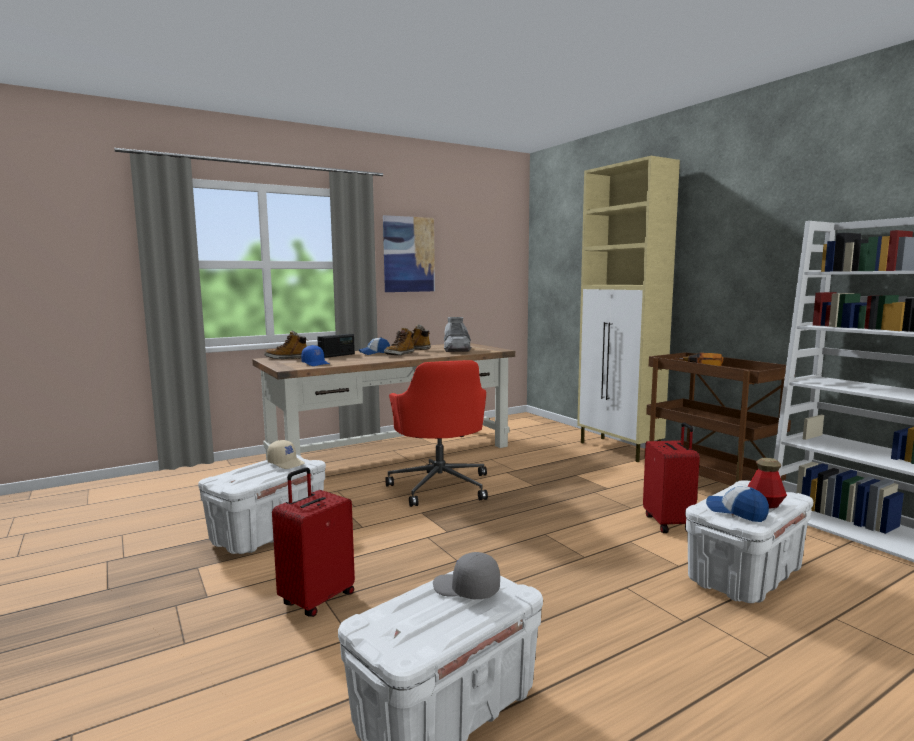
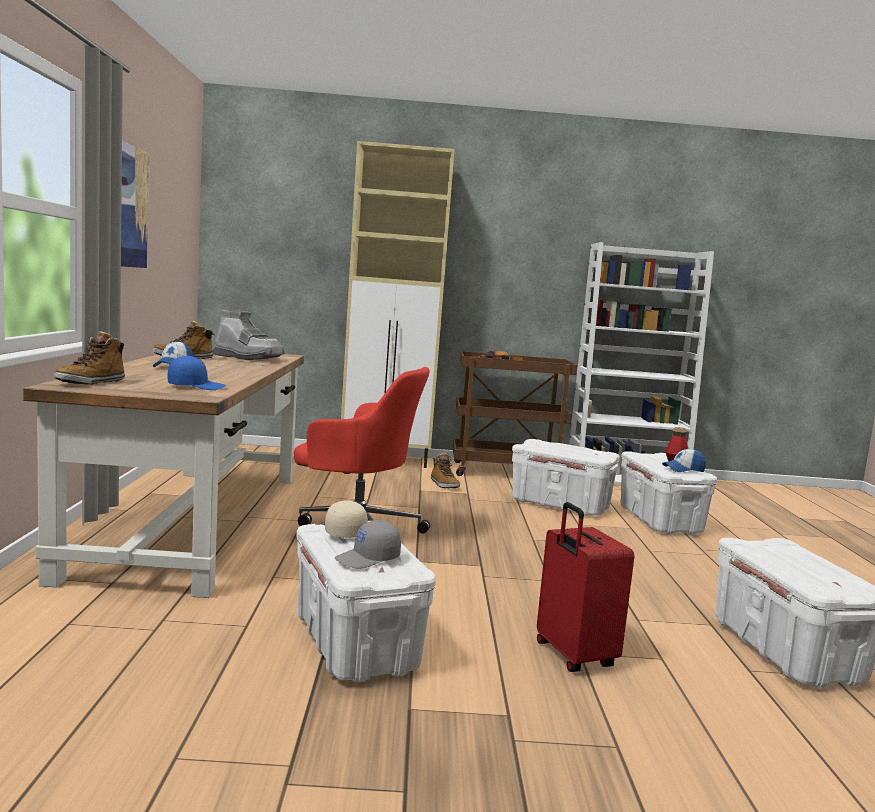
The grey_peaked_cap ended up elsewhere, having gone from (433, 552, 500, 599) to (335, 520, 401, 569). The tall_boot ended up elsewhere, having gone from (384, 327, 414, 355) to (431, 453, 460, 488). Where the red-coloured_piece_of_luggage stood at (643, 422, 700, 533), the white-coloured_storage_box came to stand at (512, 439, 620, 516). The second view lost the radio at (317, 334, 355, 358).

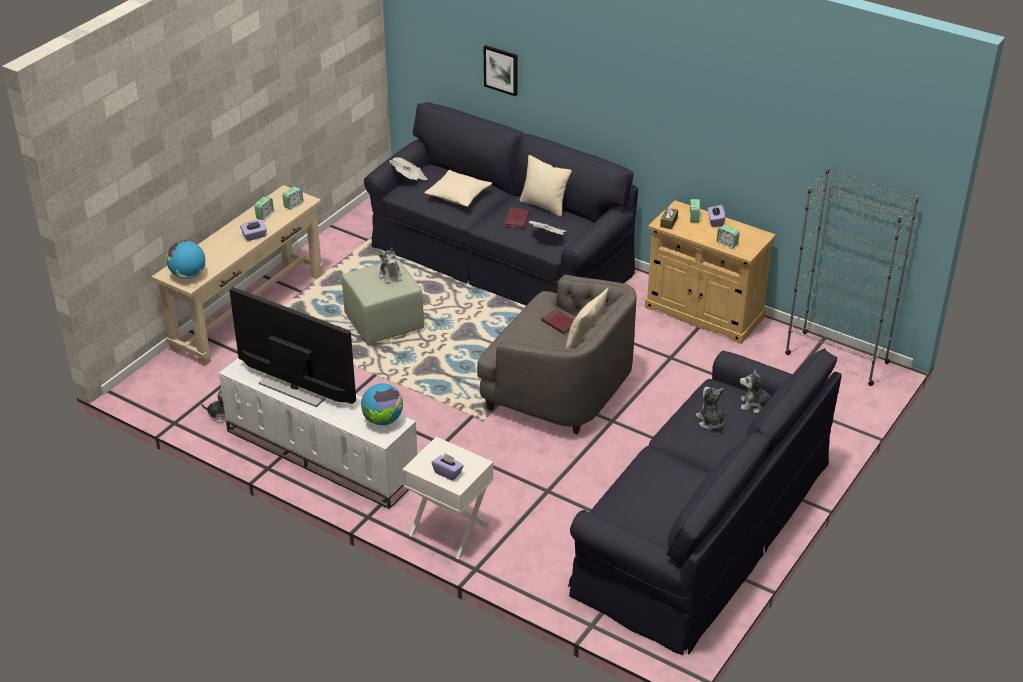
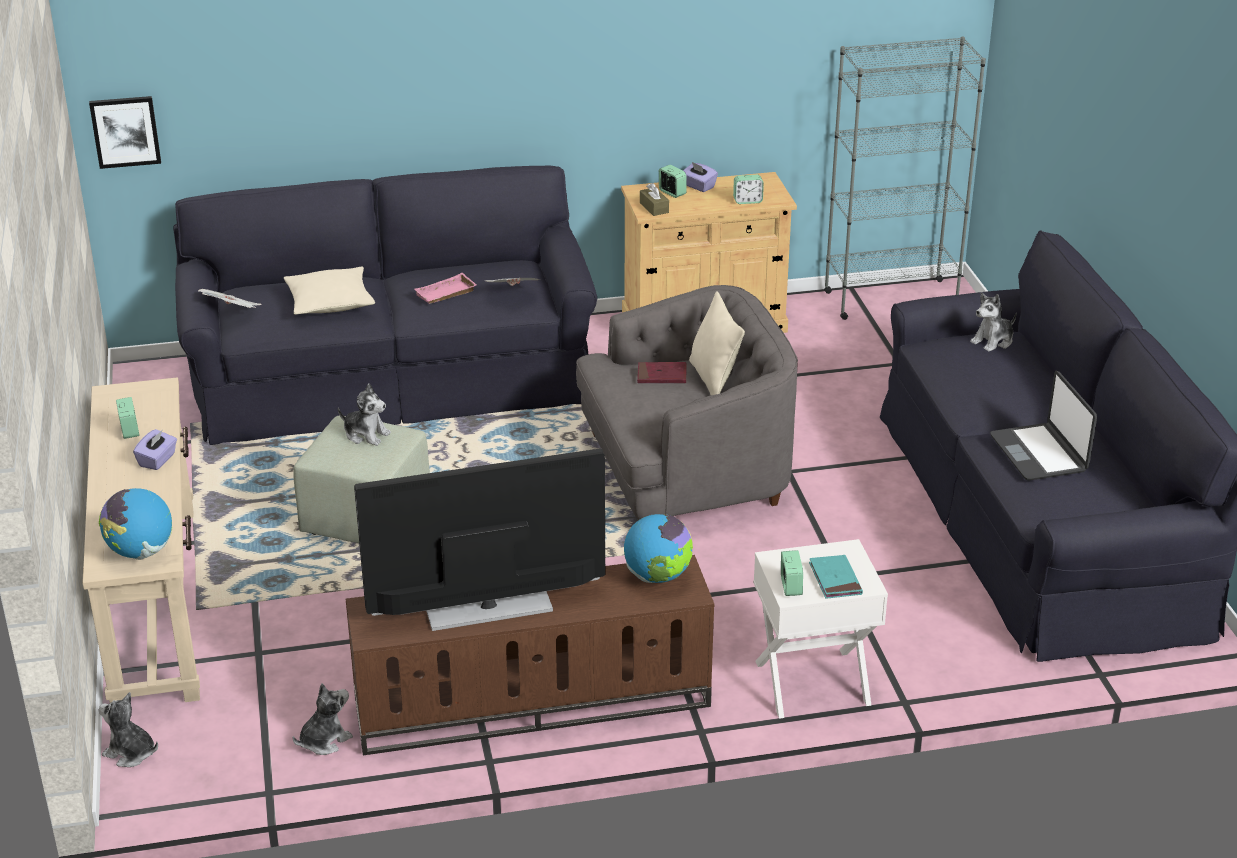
The wall_picture ended up elsewhere, having gone from (484, 45, 517, 96) to (89, 96, 161, 169). The plush_toy ended up elsewhere, having gone from (696, 387, 725, 430) to (99, 692, 158, 767). What was the white-coloured_media_console at (219, 358, 417, 509) turned into the brown_media_console at (346, 555, 715, 755). Where the red-coloured_bound_book stood at (504, 207, 529, 229), the pink-coloured_serving_tray came to stand at (415, 273, 477, 304). The table_clock ended up elsewhere, having gone from (282, 187, 303, 210) to (781, 550, 803, 596). Where the purple_tissue_holder stood at (432, 453, 464, 481), the turquoise_bound_book came to stand at (809, 555, 863, 599). The second view gained the laptop at (990, 371, 1097, 481). The second view lost the sand-coloured_throw_pillow at (519, 155, 572, 217).

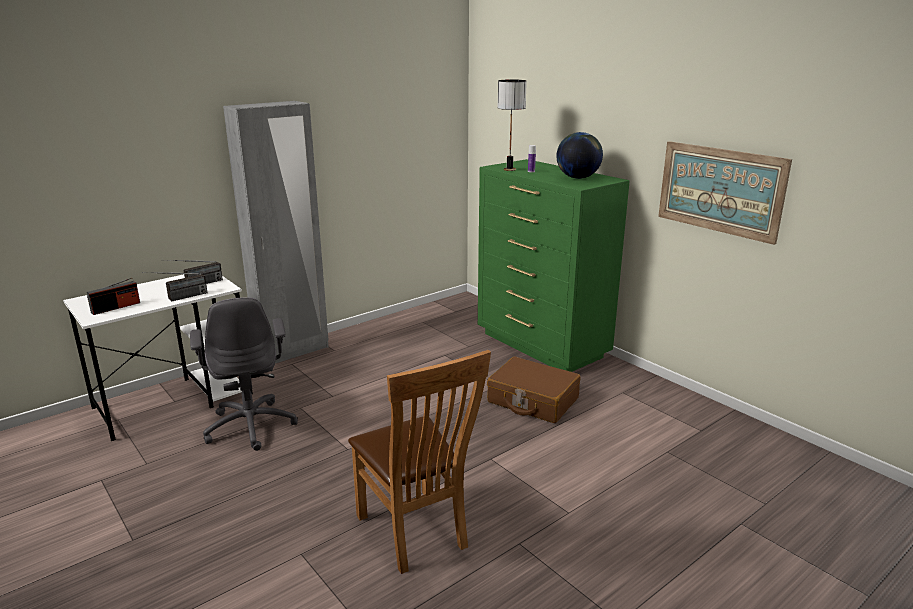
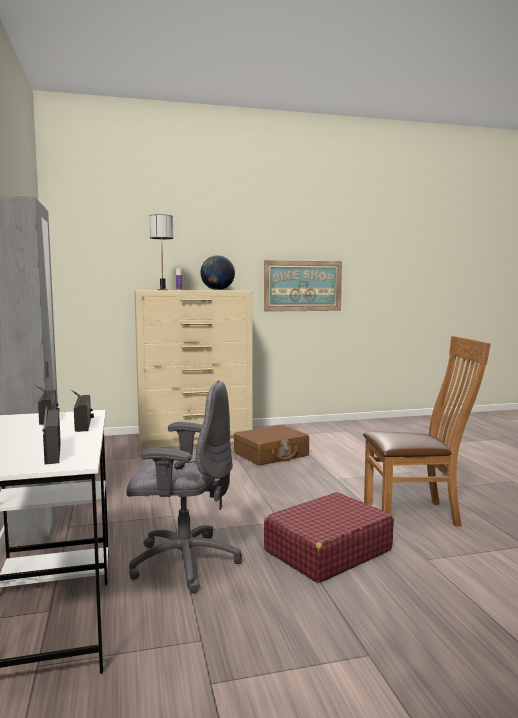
What was the greenish_drawer_chest at (478, 159, 630, 372) turned into the sand-coloured_drawer_chest at (134, 290, 253, 448). The second view gained the red-coloured_piece_of_luggage at (264, 492, 394, 583).

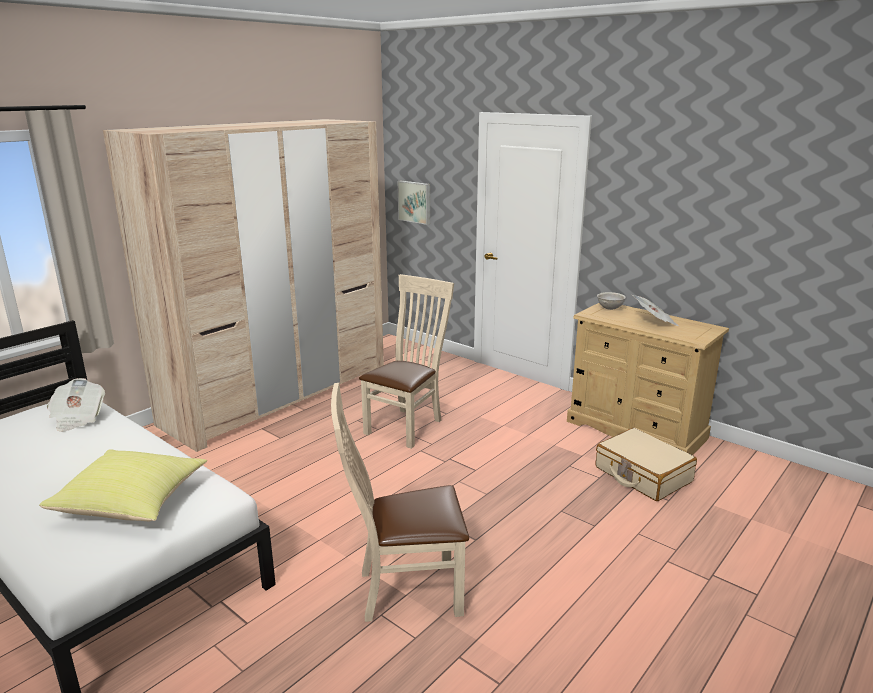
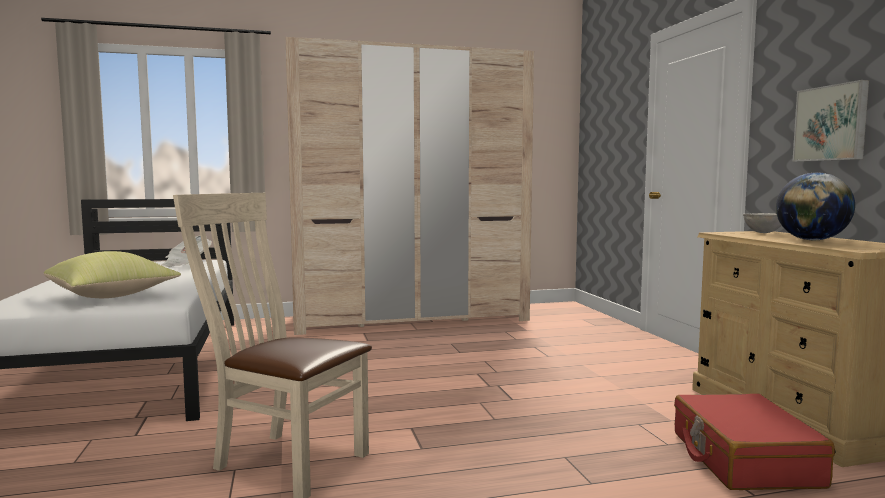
What was the sand-coloured_piece_of_luggage at (596, 428, 697, 501) turned into the red-coloured_piece_of_luggage at (674, 394, 835, 490). Where the newspaper stood at (632, 295, 679, 326), the desk_globe came to stand at (776, 172, 855, 240). The wall_picture ended up elsewhere, having gone from (398, 181, 430, 225) to (792, 80, 869, 162). The second view lost the sand-coloured_upright_chair at (359, 274, 454, 449).

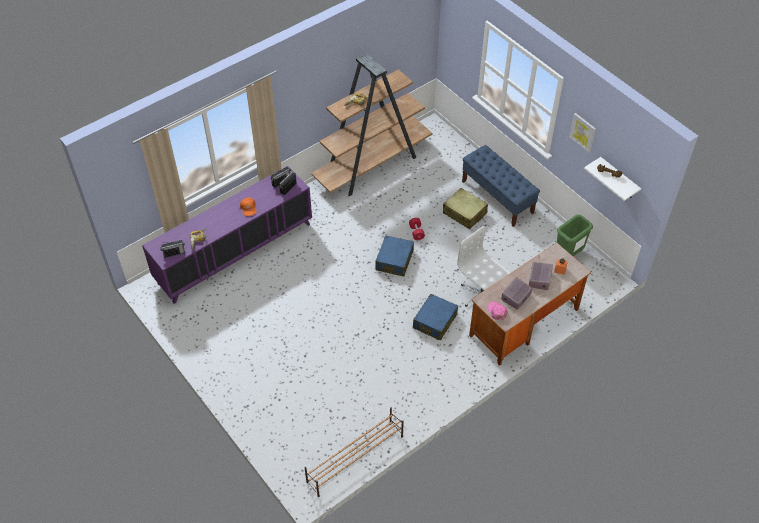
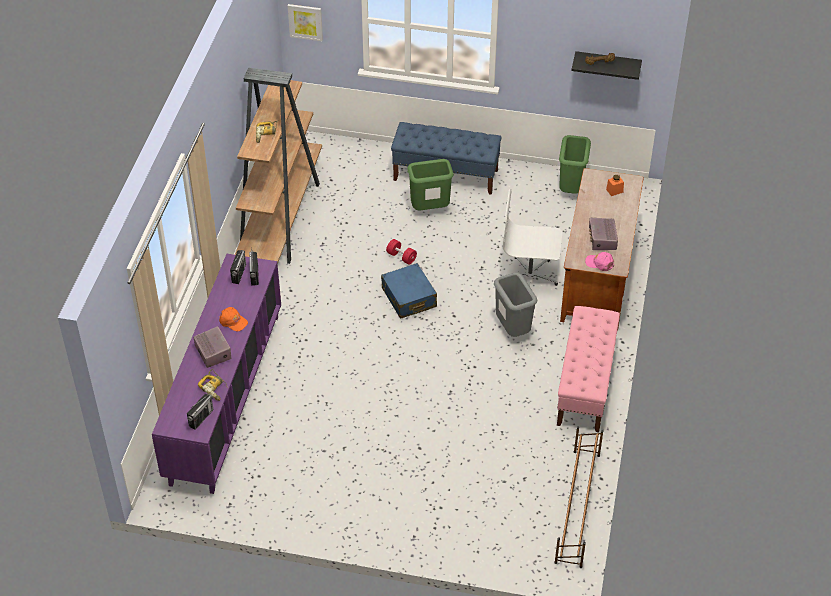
The radio ended up elsewhere, having gone from (529, 262, 553, 290) to (194, 326, 231, 368). The wall_picture ended up elsewhere, having gone from (569, 113, 596, 153) to (288, 4, 323, 41). Where the sand-coloured_piece_of_luggage stood at (443, 188, 488, 229), the greenish_waste_bin came to stand at (407, 159, 454, 210). Where the blue-coloured_piece_of_luggage stood at (413, 294, 458, 341), the grey_waste_bin came to stand at (494, 272, 537, 337). The second view gained the pink-coloured_long_seat at (557, 306, 620, 432). What was the white-coloured_shelf at (584, 157, 641, 201) turned into the black-coloured_shelf at (571, 51, 642, 80).

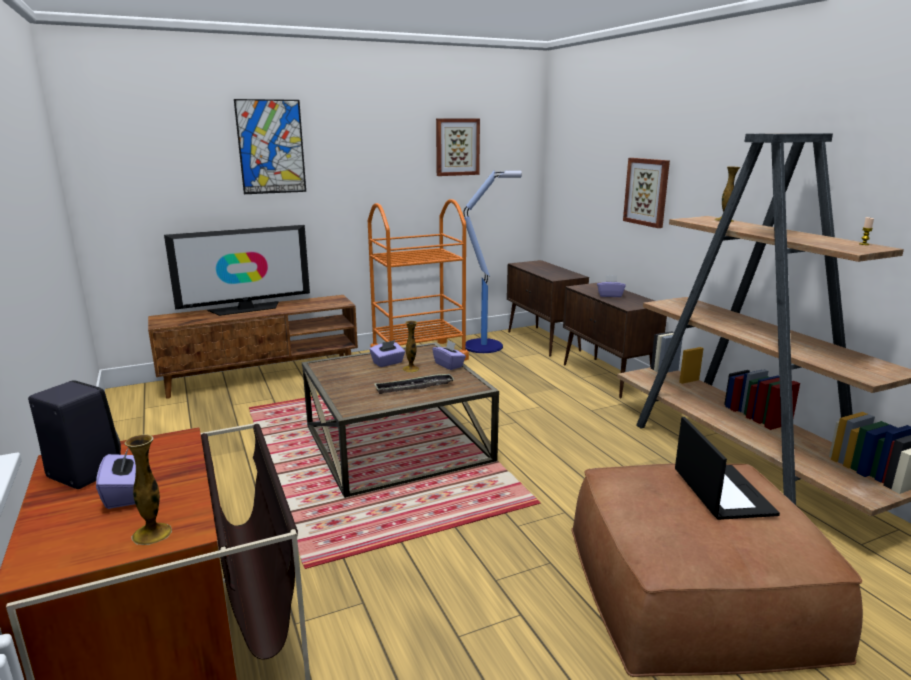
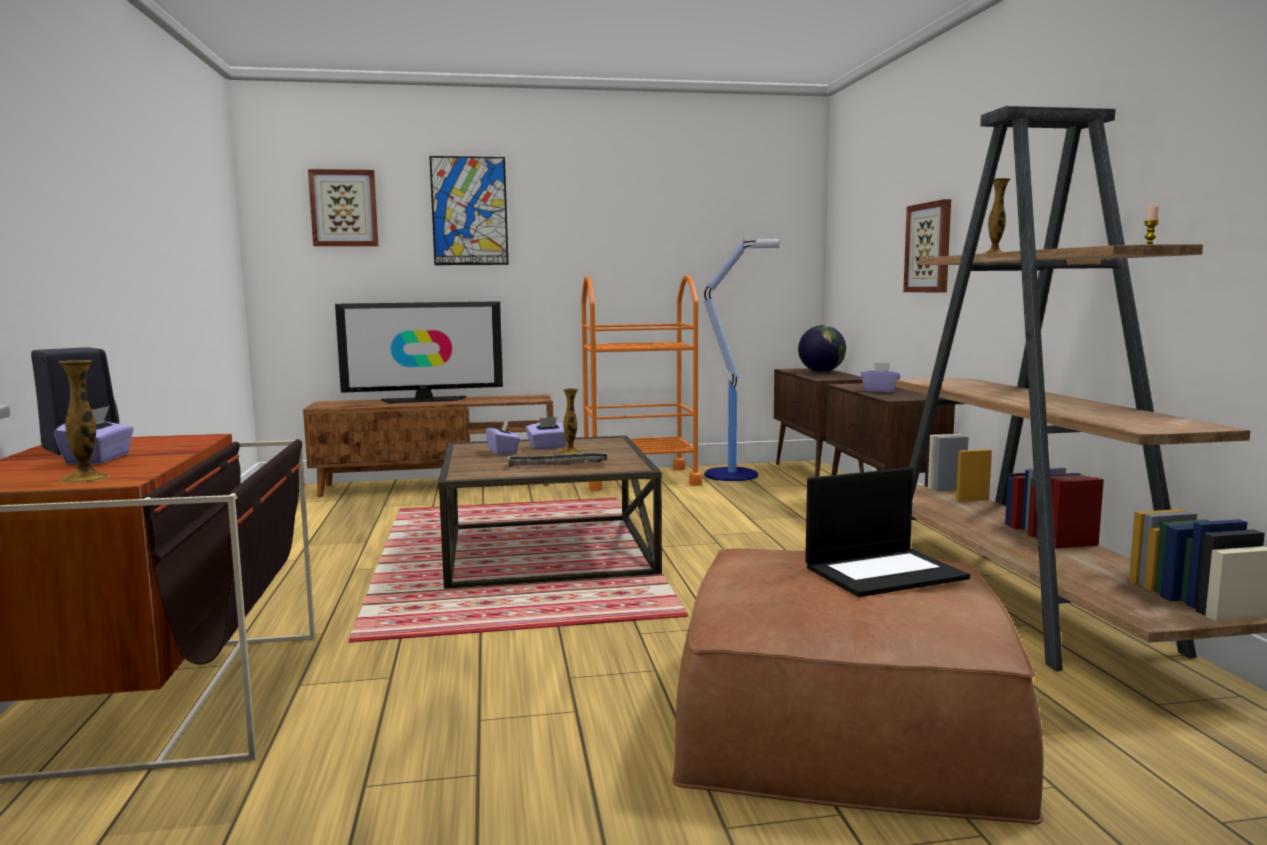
The wall_picture ended up elsewhere, having gone from (436, 118, 480, 176) to (308, 169, 379, 246). The purple_tissue_holder ended up elsewhere, having gone from (432, 340, 466, 370) to (486, 420, 520, 455). The second view gained the desk_globe at (798, 325, 846, 372). The laptop at (675, 417, 780, 520) ended up facing another way, 60 degrees clockwise from before.

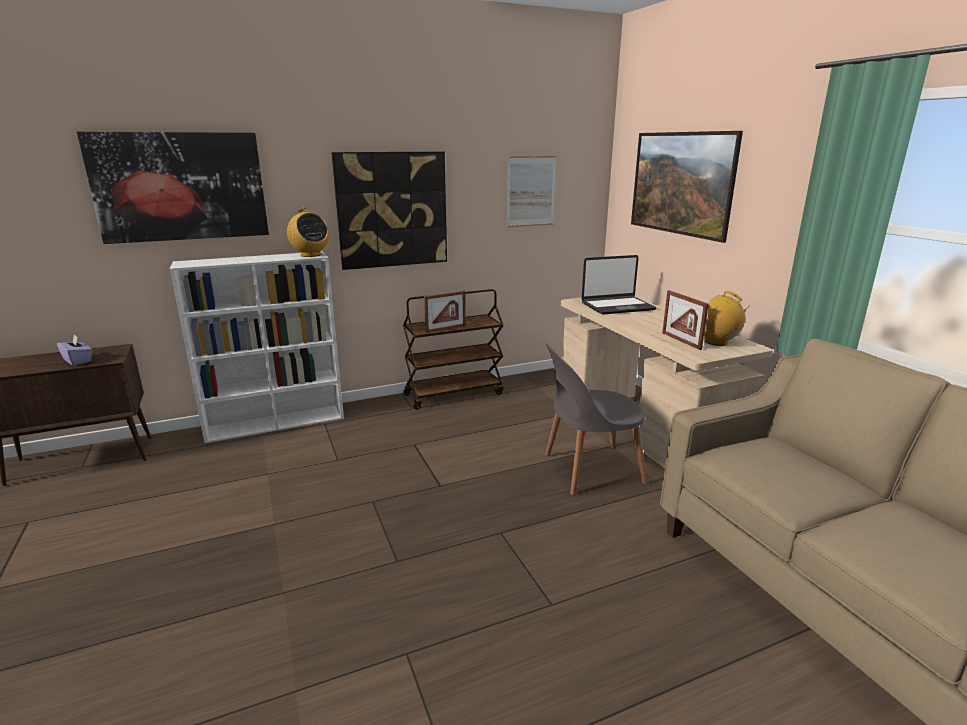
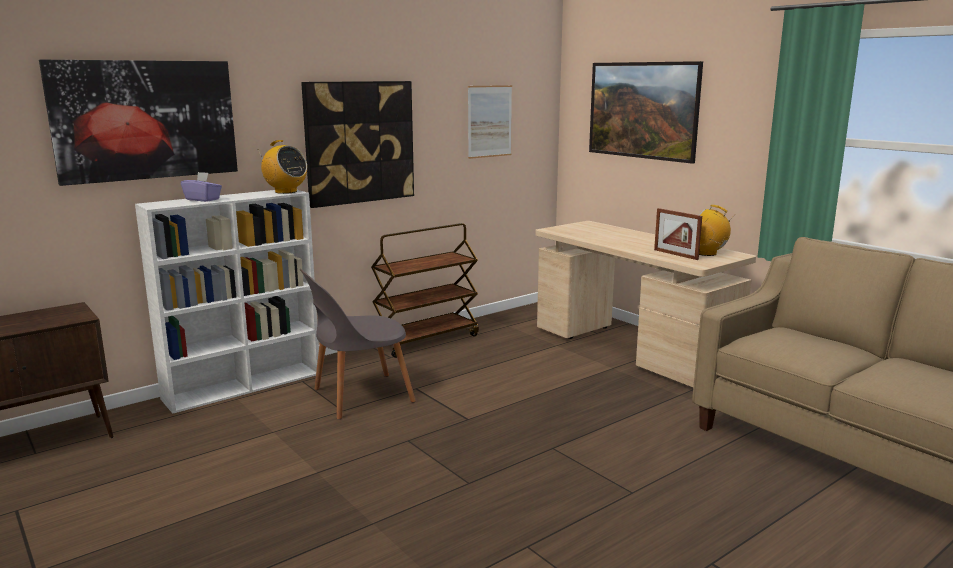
The purple_tissue_holder ended up elsewhere, having gone from (57, 335, 92, 366) to (181, 172, 222, 202). The grey_upright_chair ended up elsewhere, having gone from (545, 343, 648, 495) to (300, 268, 416, 419). The second view lost the picture_frame at (424, 291, 466, 333). The second view lost the laptop at (581, 255, 657, 315).

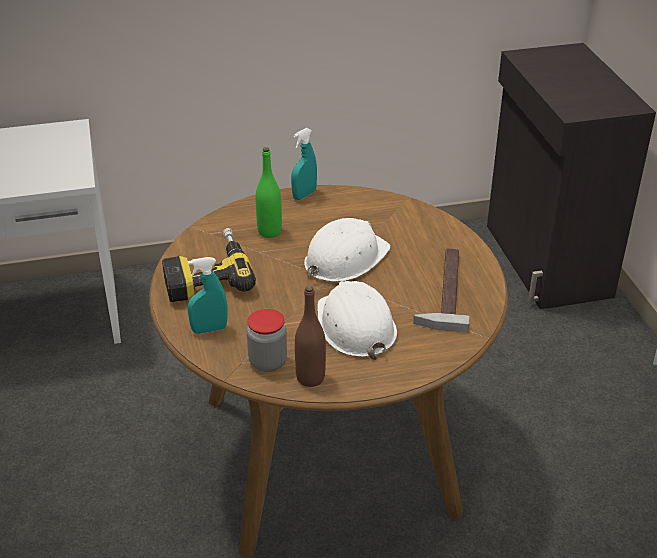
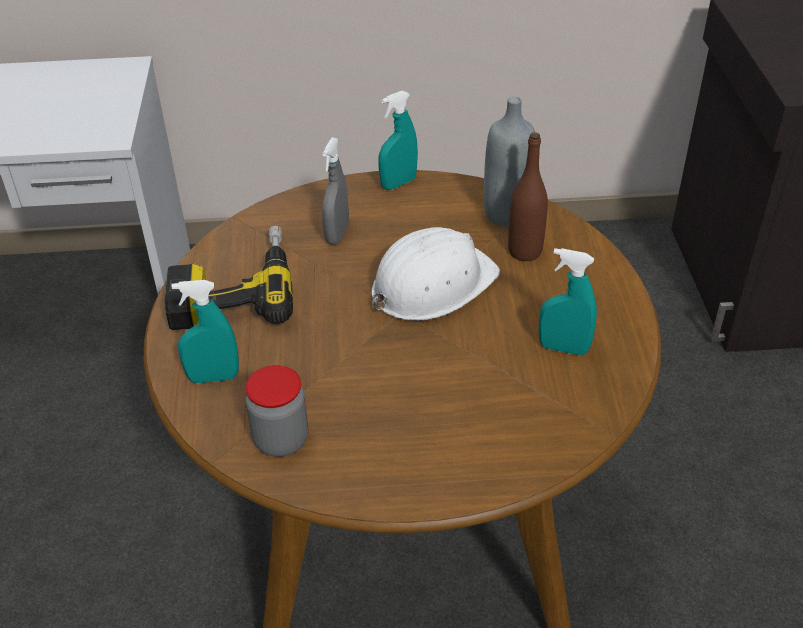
Where the greenish_drink_bottle stood at (256, 147, 282, 238), the grey_hand_sprayer came to stand at (322, 138, 349, 244). The second view gained the grey_drink_bottle at (484, 96, 535, 227). The brown_drink_bottle ended up elsewhere, having gone from (295, 285, 326, 387) to (508, 132, 548, 261). Where the hammer stood at (413, 249, 470, 332), the turquoise_hand_sprayer came to stand at (539, 248, 597, 356). The second view lost the white-coloured_hard_hat at (318, 281, 397, 360).

